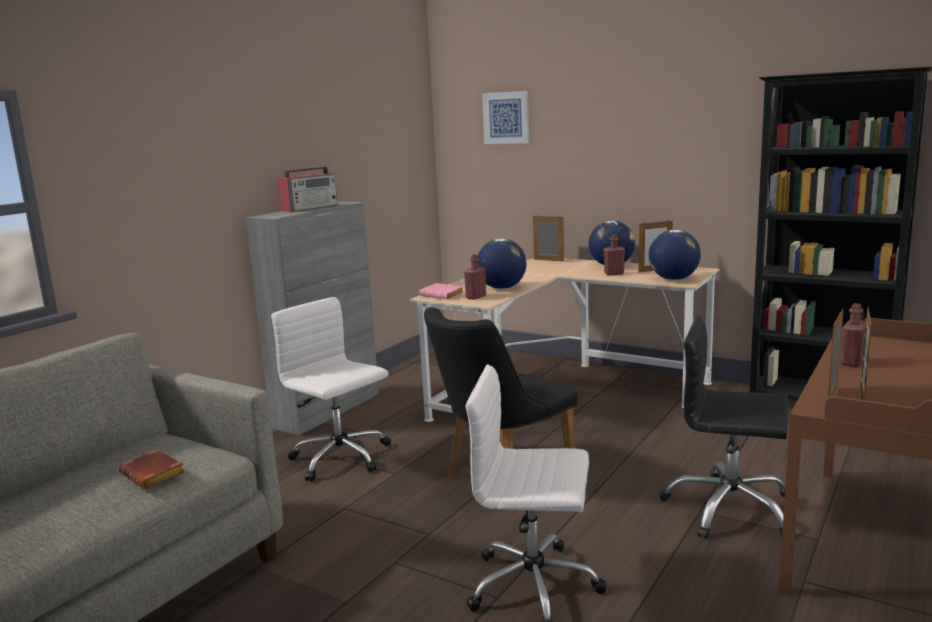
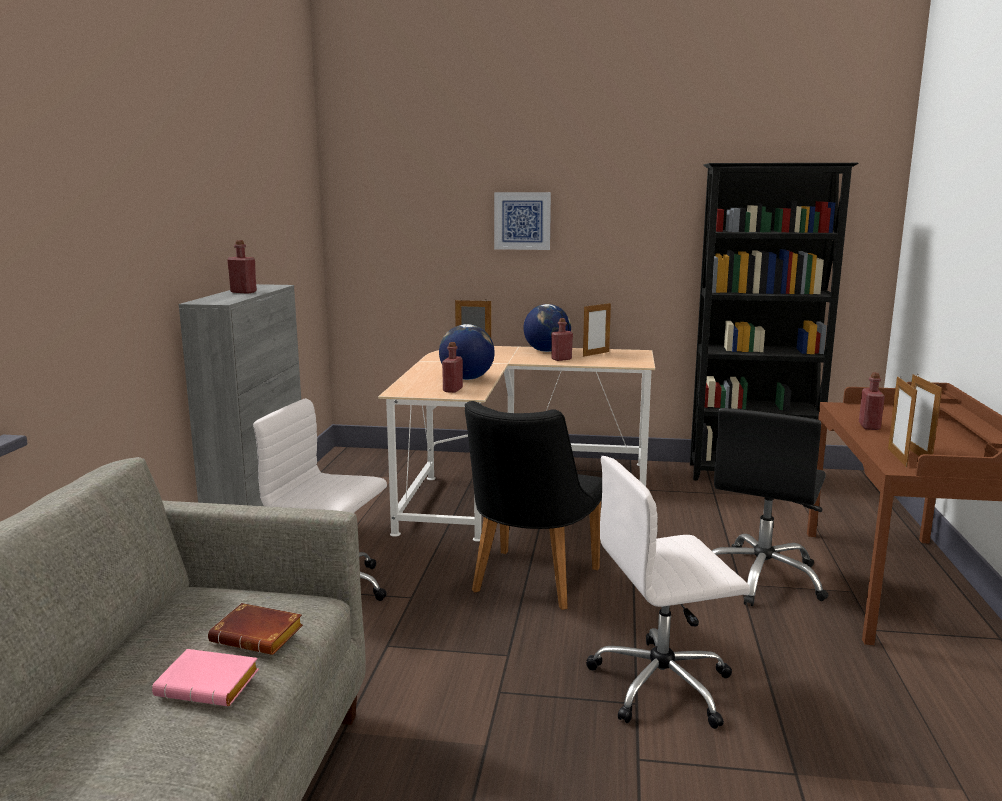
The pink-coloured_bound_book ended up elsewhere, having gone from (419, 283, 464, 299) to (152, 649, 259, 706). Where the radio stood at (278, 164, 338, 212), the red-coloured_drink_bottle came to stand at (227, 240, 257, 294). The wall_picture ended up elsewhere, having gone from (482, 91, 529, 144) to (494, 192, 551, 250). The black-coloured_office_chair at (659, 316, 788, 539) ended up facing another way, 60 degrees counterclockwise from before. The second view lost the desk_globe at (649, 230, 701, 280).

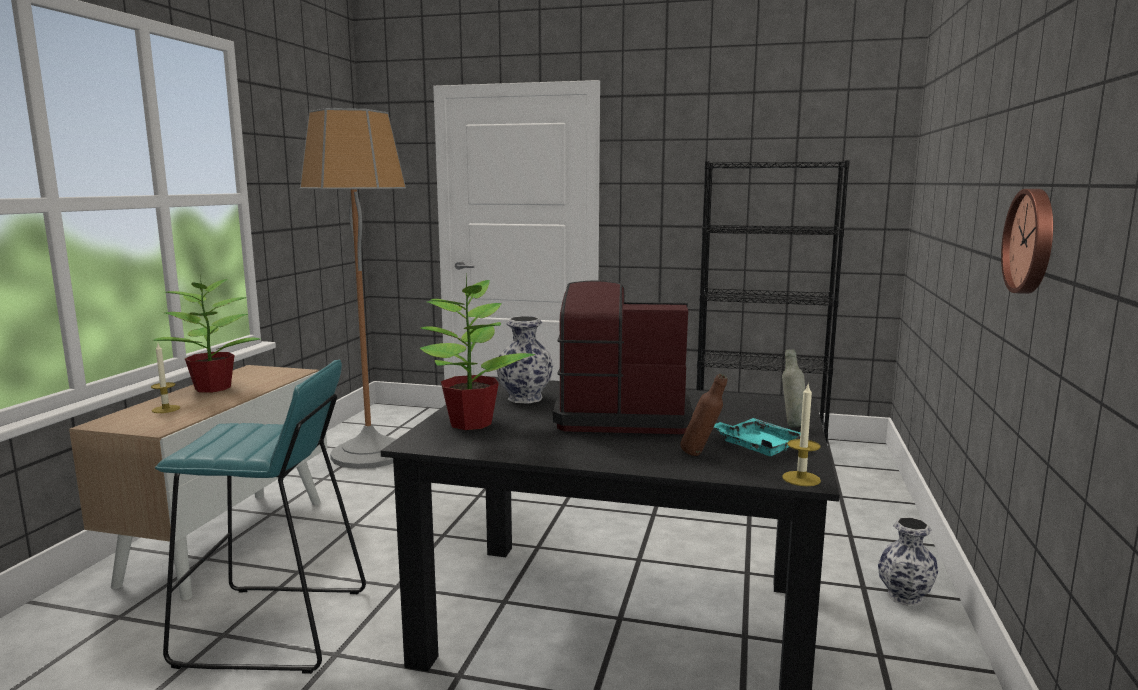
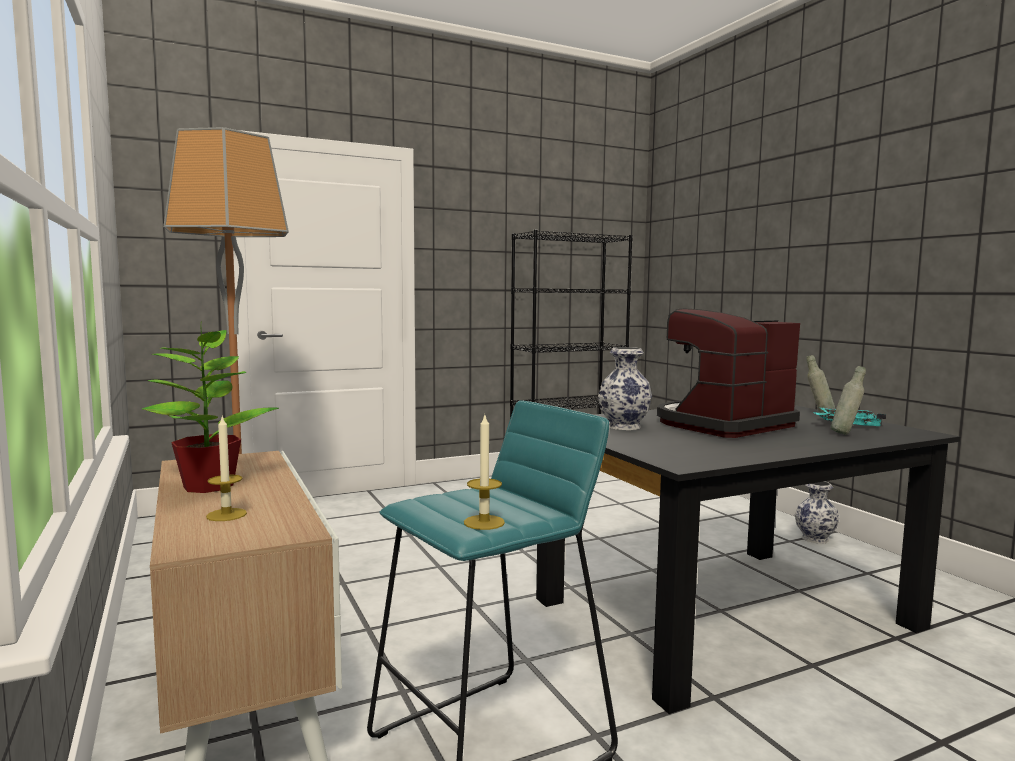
The wax_light ended up elsewhere, having gone from (782, 385, 821, 486) to (464, 415, 505, 530). What was the brown_drink_bottle at (680, 374, 727, 456) turned into the grey_drink_bottle at (830, 366, 866, 435). The second view lost the houseplant at (420, 274, 535, 430). The second view lost the hanging_clock at (1001, 189, 1053, 294).

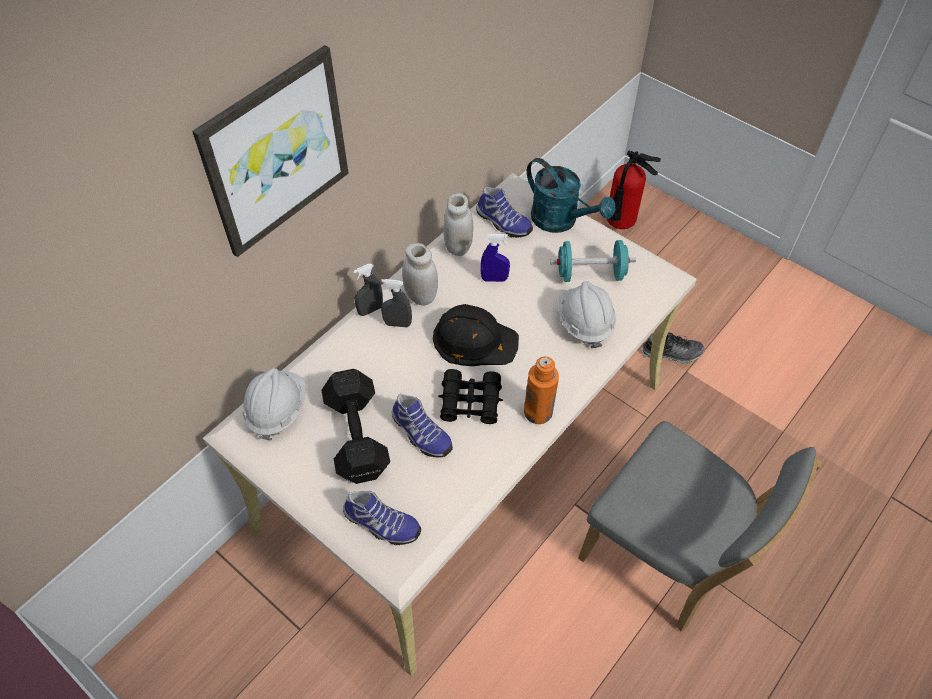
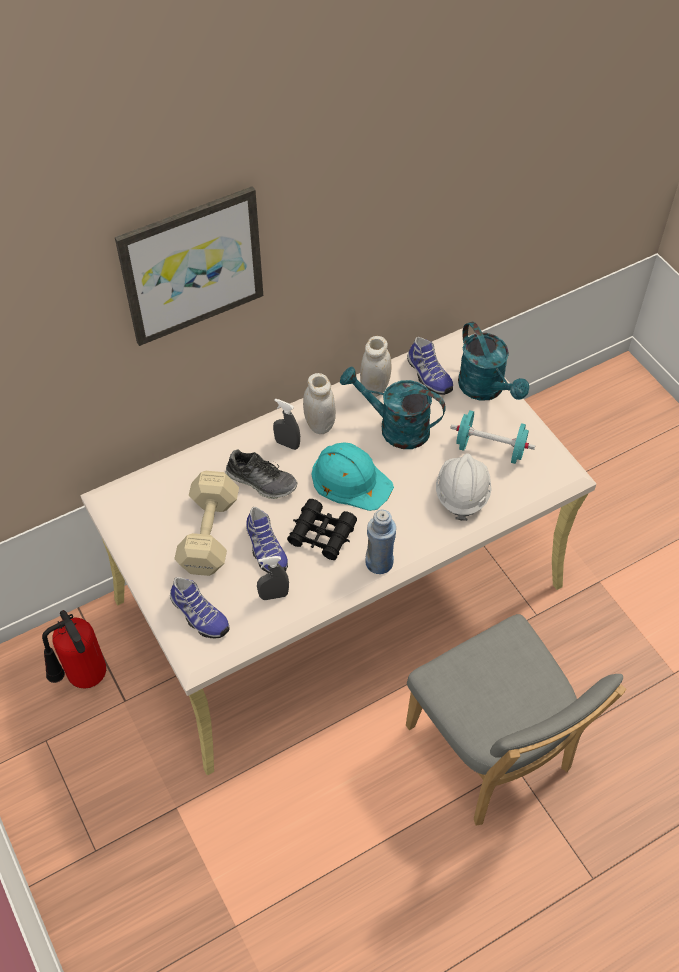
The fire_extinguisher ended up elsewhere, having gone from (606, 151, 661, 229) to (42, 610, 106, 689). What was the black-coloured_free_weight at (321, 369, 390, 484) turned into the sand-coloured_free_weight at (174, 471, 239, 576). The item_of_footwear ended up elsewhere, having gone from (642, 332, 705, 364) to (225, 449, 298, 499). The grey_hand_sprayer ended up elsewhere, having gone from (353, 264, 383, 316) to (257, 556, 289, 600). What was the black-coloured_hard_hat at (433, 304, 519, 366) turned into the turquoise_hard_hat at (312, 442, 394, 511). Where the blue-coloured_hand_sprayer stood at (480, 234, 510, 282), the turquoise_watering_can came to stand at (340, 367, 446, 449). What was the orangey_drink_bottle at (524, 357, 559, 424) turned into the blue-coloured_drink_bottle at (365, 510, 396, 574). The second view lost the white-coloured_hard_hat at (242, 368, 305, 441).

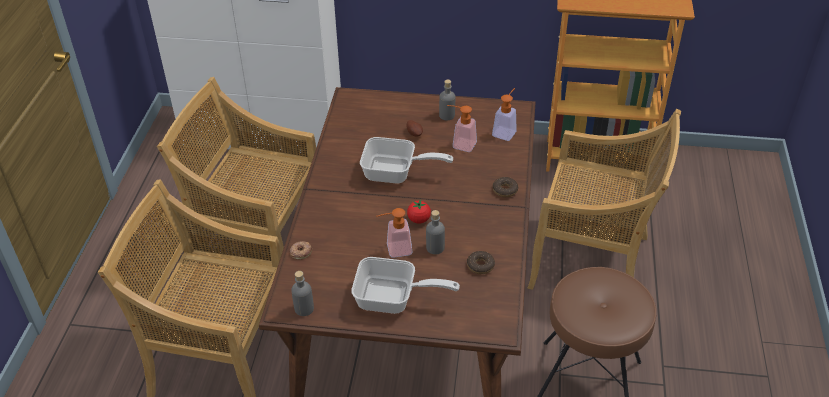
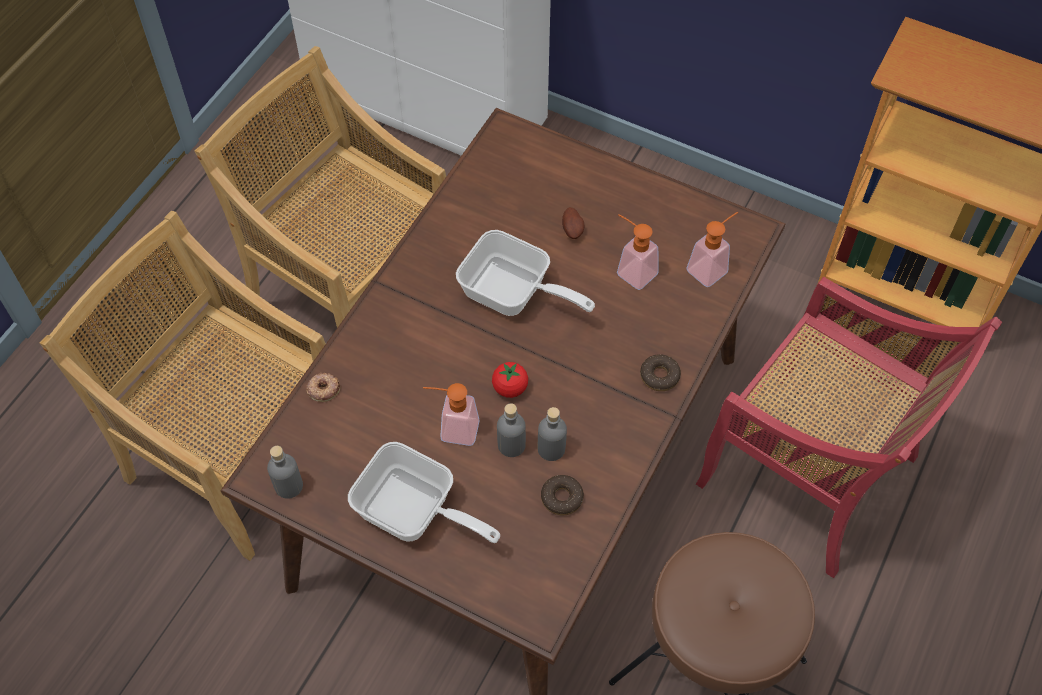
The grey_drink_bottle ended up elsewhere, having gone from (439, 80, 455, 120) to (538, 407, 567, 461). What was the sand-coloured_upright_chair at (528, 109, 681, 290) turned into the red-coloured_upright_chair at (696, 277, 1002, 578).

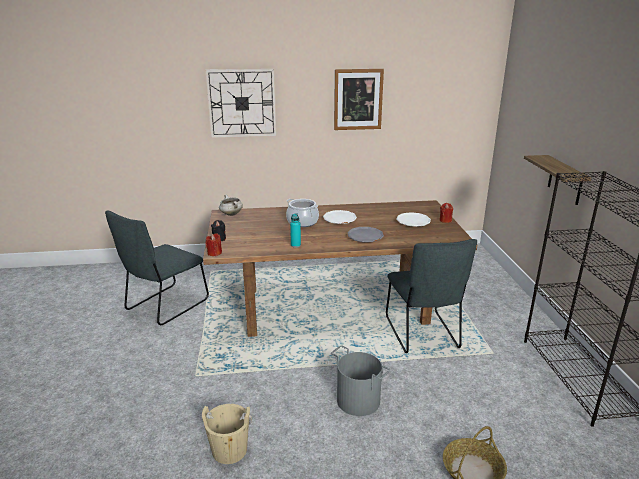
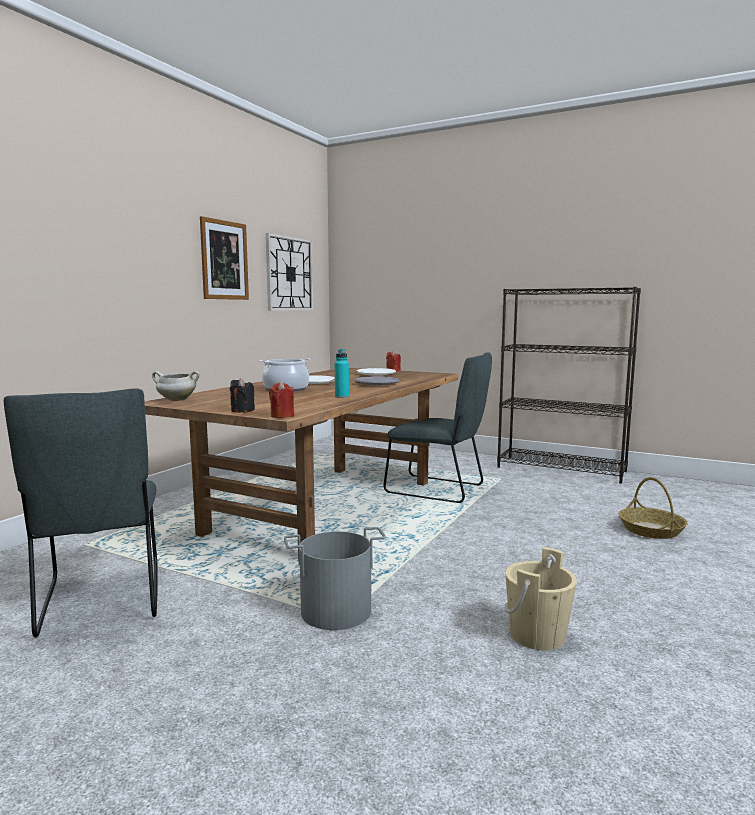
The hanging_clock ended up elsewhere, having gone from (206, 69, 276, 138) to (266, 233, 313, 311). The grey_bucket ended up elsewhere, having gone from (331, 345, 390, 416) to (284, 527, 386, 630). The second view lost the shelf at (524, 155, 591, 205).

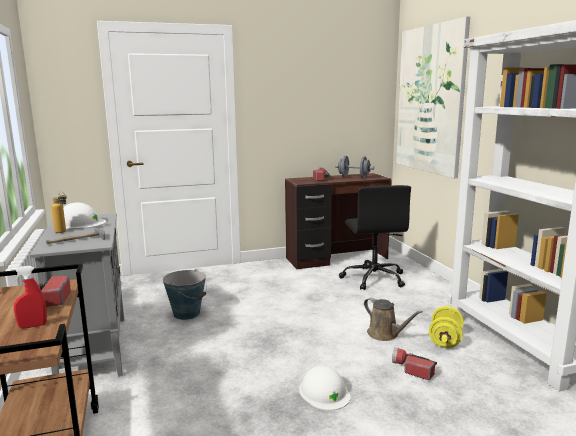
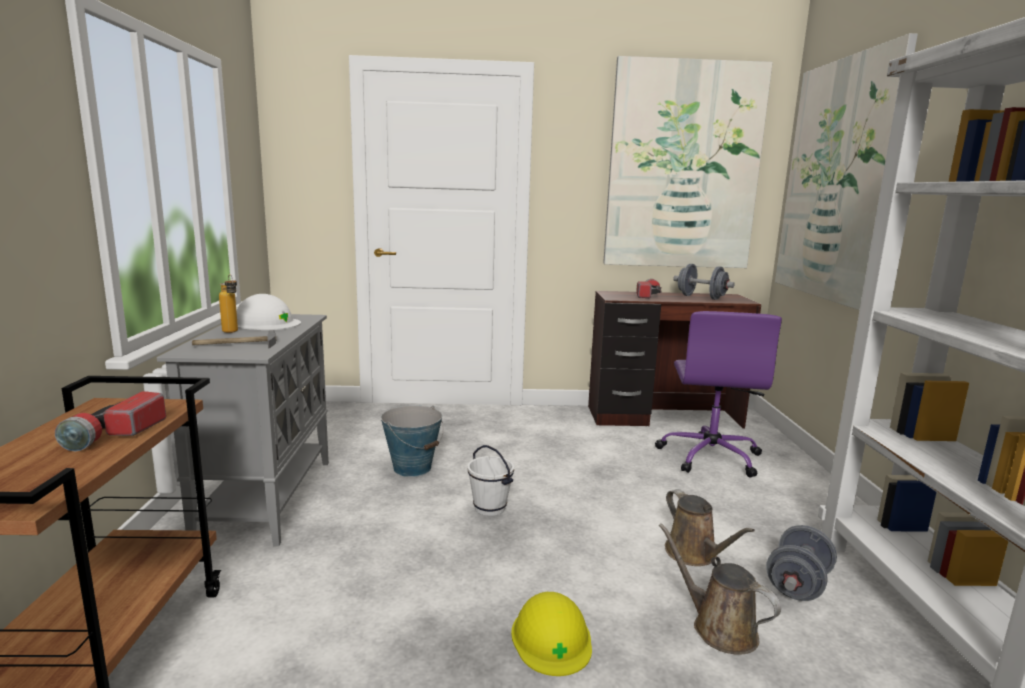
The second view gained the white-coloured_bucket at (468, 445, 514, 516). What was the white-coloured_hard_hat at (299, 366, 351, 411) turned into the yellow-coloured_hard_hat at (511, 592, 592, 676). The second view gained the wall_picture at (603, 56, 773, 268). What was the black-coloured_office_chair at (339, 185, 411, 290) turned into the purple_office_chair at (655, 311, 782, 478). Where the torch stood at (392, 348, 437, 380), the brown_watering_can came to stand at (659, 523, 781, 655). What was the yellow-coloured_free_weight at (429, 306, 464, 348) turned into the grey_free_weight at (766, 525, 837, 601). The second view lost the red-coloured_hand_sprayer at (12, 266, 47, 328).

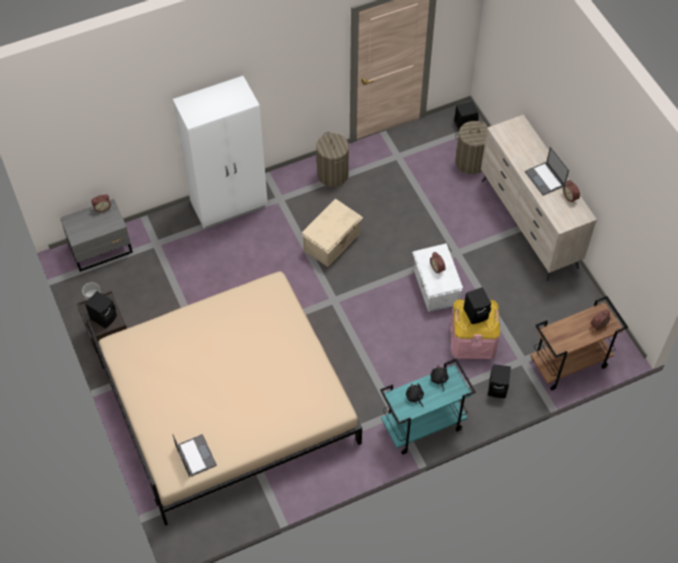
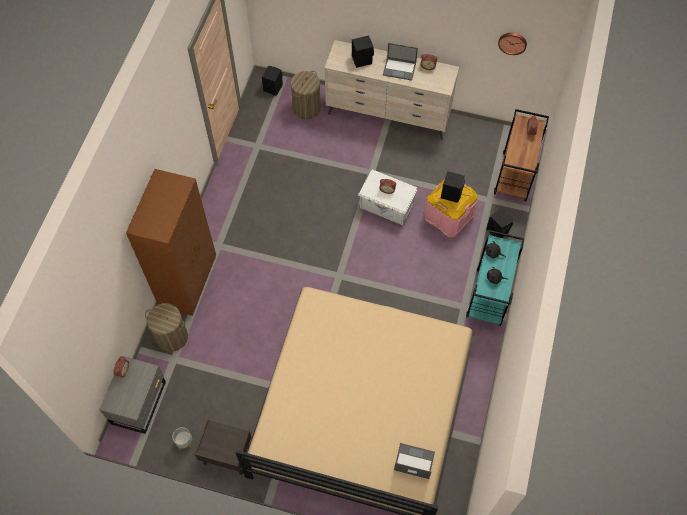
What was the white-coloured_wardrobe at (173, 76, 268, 228) turned into the brown_wardrobe at (126, 169, 216, 316). The washing_basket ended up elsewhere, having gone from (316, 132, 349, 187) to (145, 303, 188, 352). The black-coloured_audio_speaker ended up elsewhere, having gone from (85, 291, 117, 329) to (352, 36, 374, 68). The second view gained the hanging_clock at (498, 33, 527, 55). The second view lost the sand-coloured_storage_box at (302, 199, 363, 267).

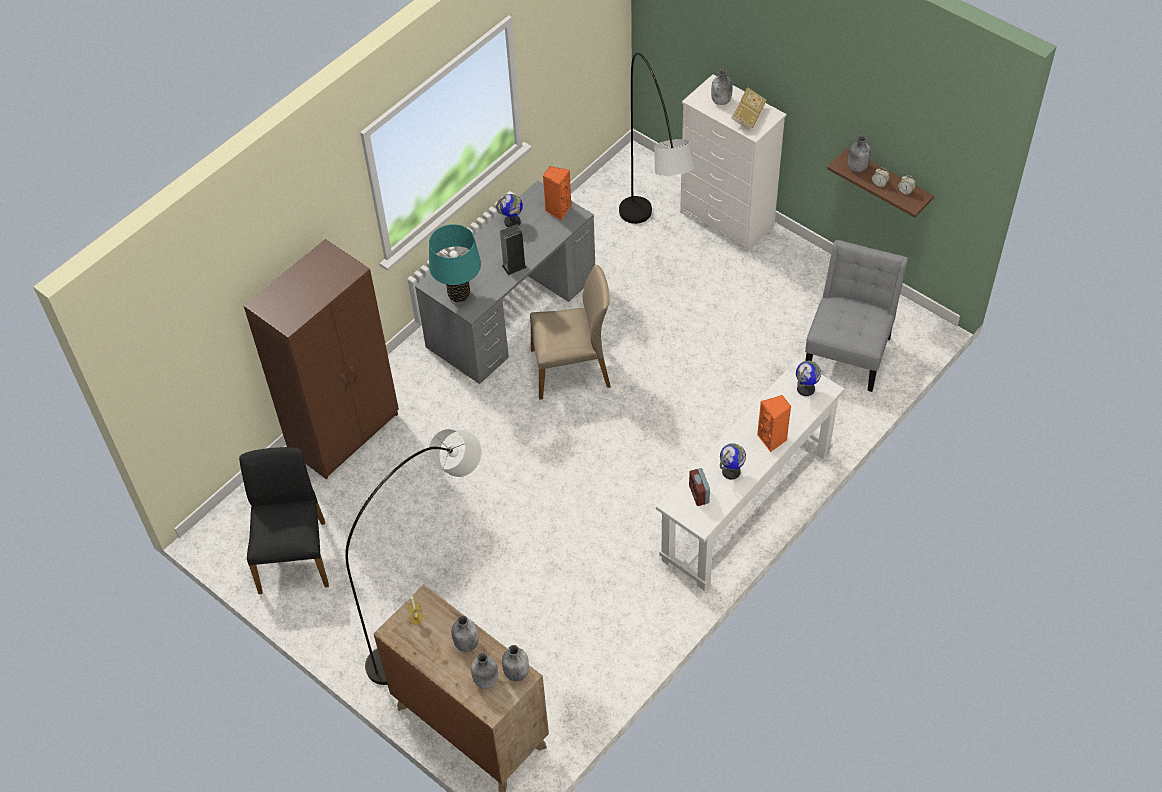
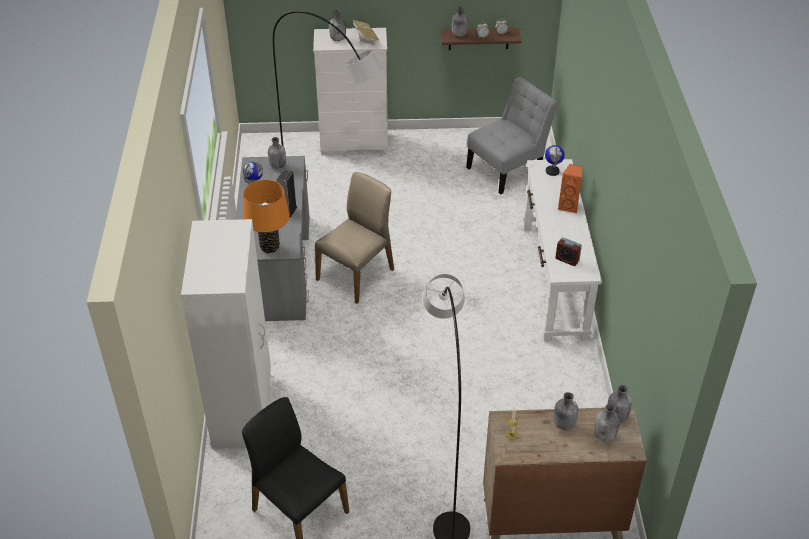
What was the brown_wardrobe at (244, 239, 399, 479) turned into the white-coloured_wardrobe at (181, 219, 271, 448). What was the turquoise_tabletop_lamp at (429, 224, 481, 303) turned into the orangey_tabletop_lamp at (243, 180, 290, 253). Where the orangey_audio_speaker stood at (543, 166, 571, 220), the grey_drink_bottle came to stand at (268, 137, 286, 169). The grey_upright_chair at (805, 240, 908, 392) ended up facing another way, 75 degrees clockwise from before. The second view lost the desk_globe at (720, 443, 746, 480).

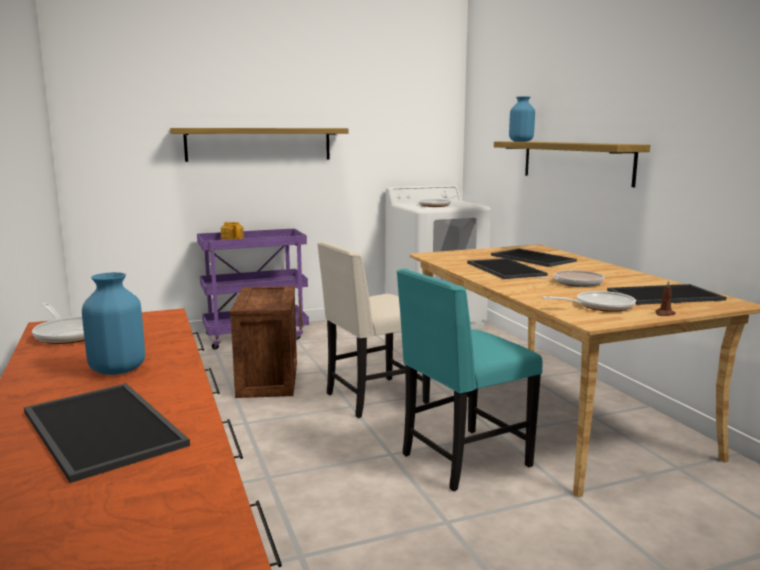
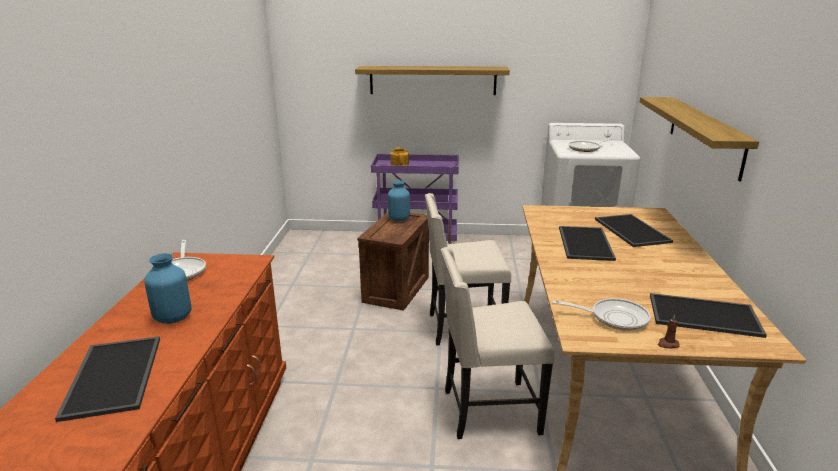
The blue-coloured_decorative_vase ended up elsewhere, having gone from (509, 97, 535, 142) to (388, 180, 410, 221). What was the turquoise_upright_chair at (397, 269, 542, 491) turned into the sand-coloured_upright_chair at (441, 247, 555, 439). The second view lost the frying_pan at (539, 270, 604, 287).

